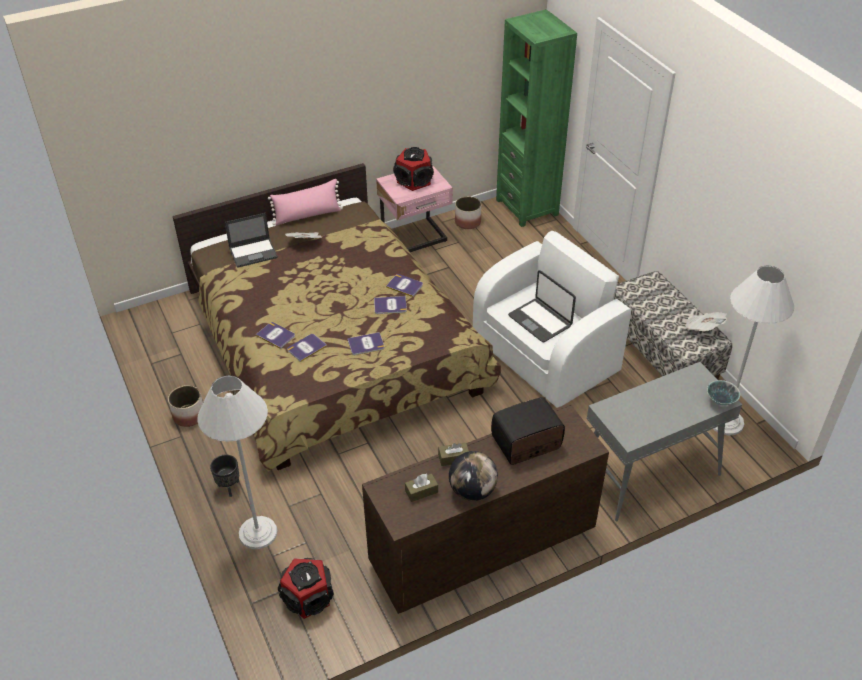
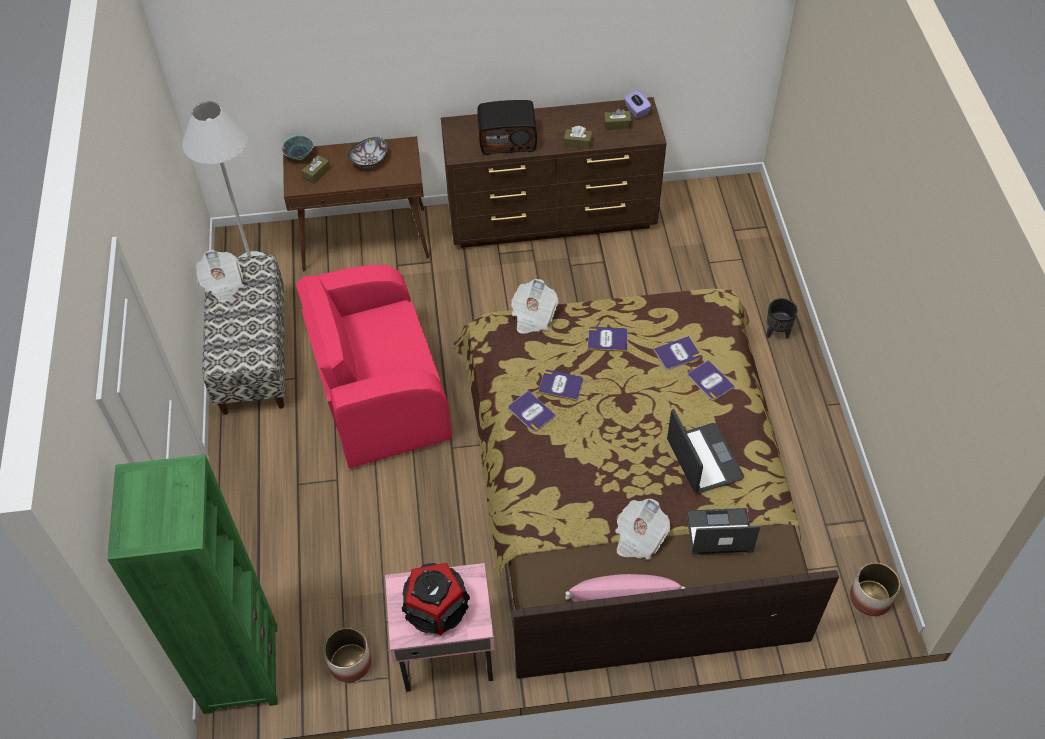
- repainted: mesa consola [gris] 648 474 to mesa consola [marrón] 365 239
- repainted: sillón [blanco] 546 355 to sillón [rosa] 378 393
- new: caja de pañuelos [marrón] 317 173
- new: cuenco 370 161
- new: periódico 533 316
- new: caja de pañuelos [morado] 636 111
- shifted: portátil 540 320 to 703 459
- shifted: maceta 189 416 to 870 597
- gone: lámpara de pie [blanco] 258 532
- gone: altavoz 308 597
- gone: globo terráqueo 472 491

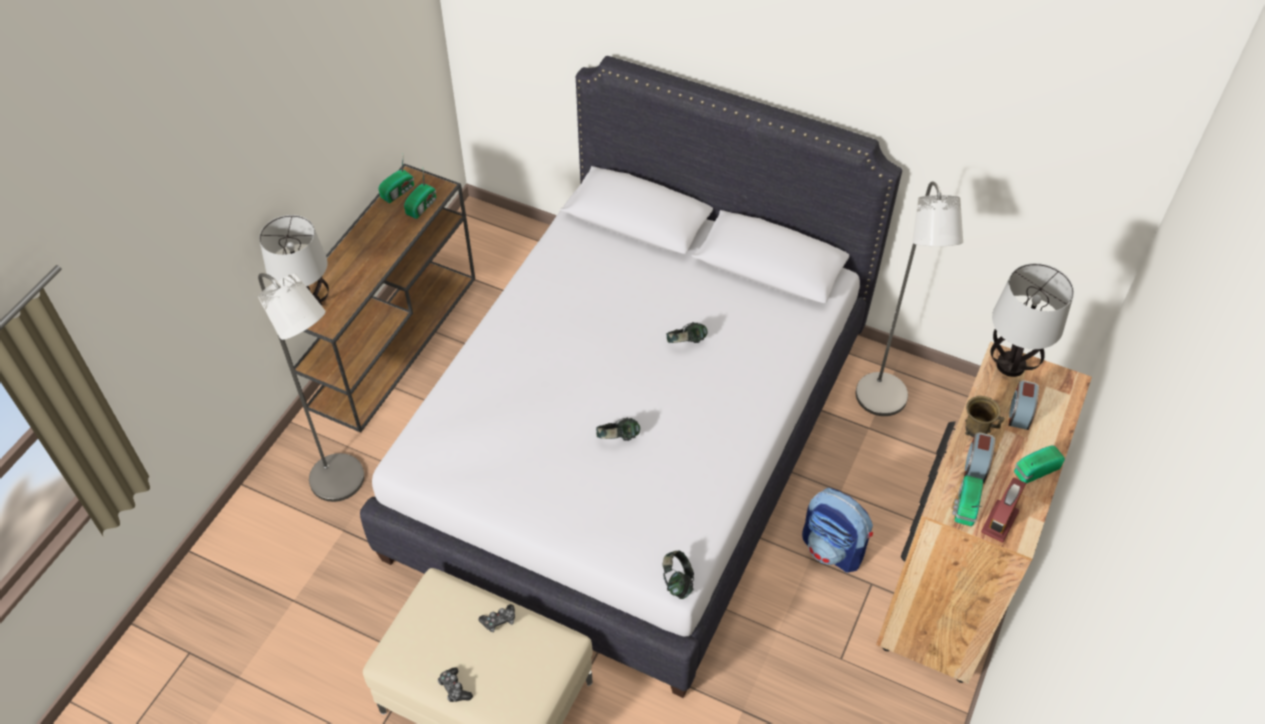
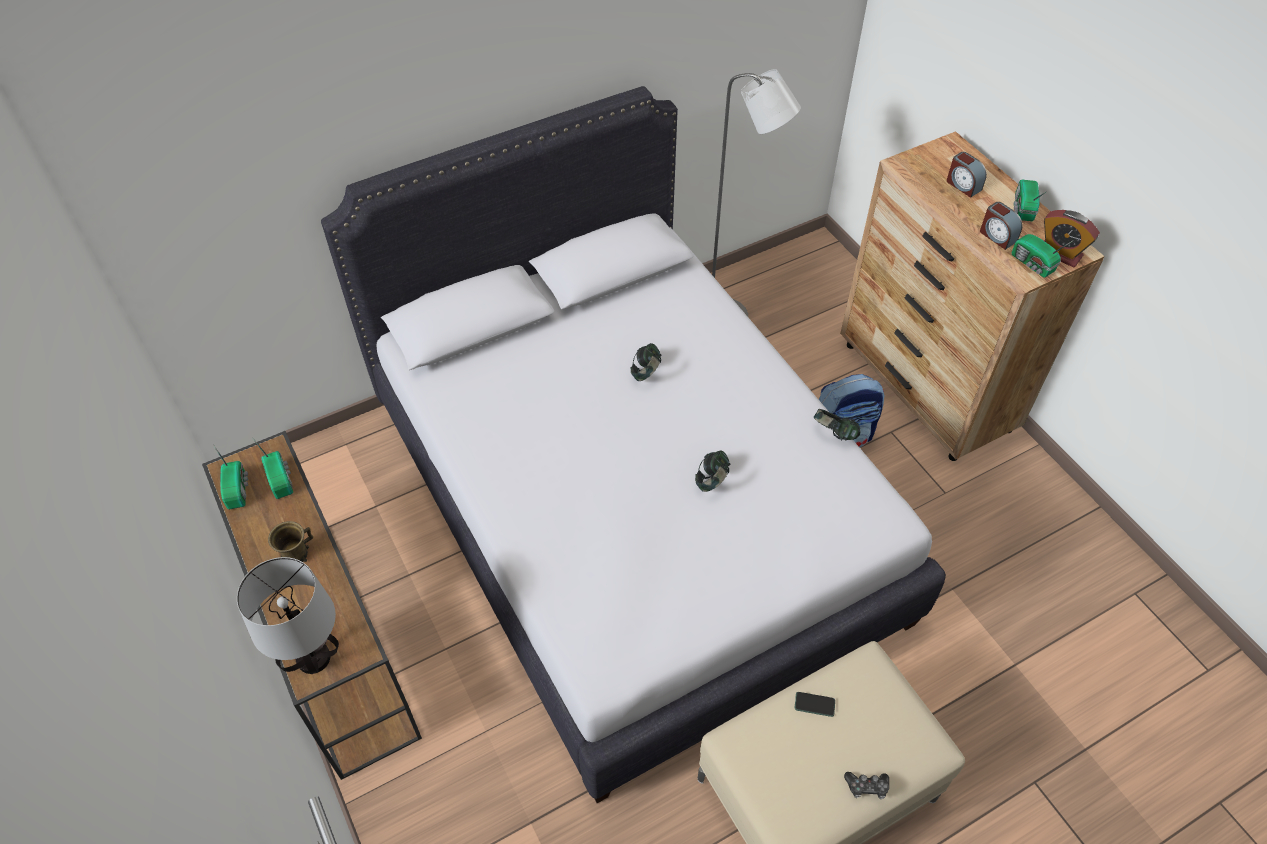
- shifted: taza grande [marrón] 976 428 to 295 554
- swapped: mando de consola 499 621 to móvil 814 704
- shifted: auriculares 677 582 to 834 434
- rotated: despertador 999 522 = 1059 253 150 degrees clockwise
- gone: lámpara de pie [gris] 344 485
- gone: lámpara de mesa 1010 366

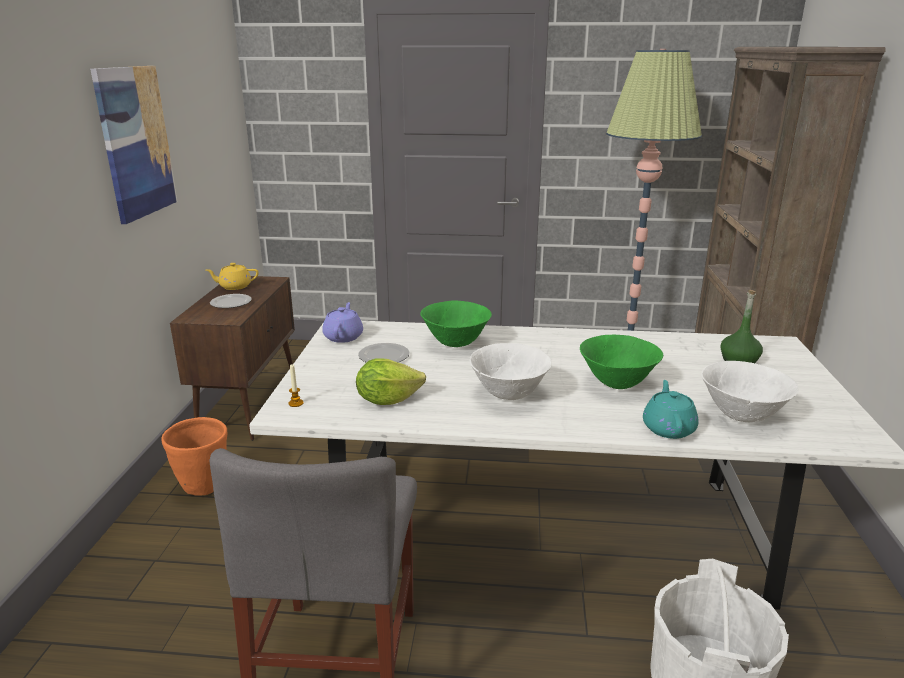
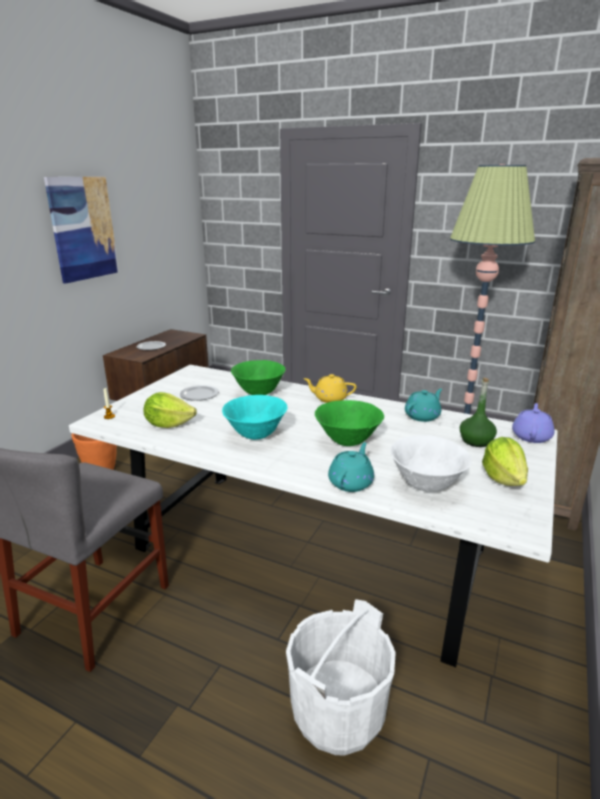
- repainted: cuenco [blanco] 509 395 to cuenco [turquesa] 255 435
- shifted: tetera [amarillo] 234 286 to 329 399
- new: tetera [turquesa] 422 416
- new: lechuga 503 478
- shifted: tetera [morado] 343 336 to 531 436

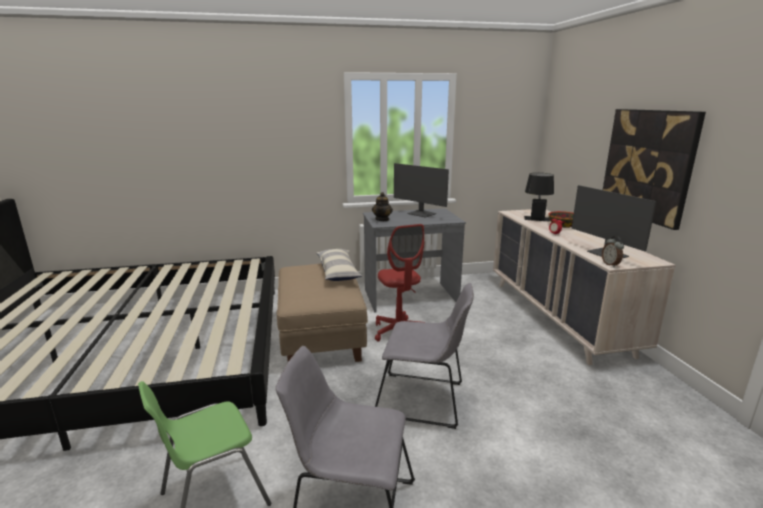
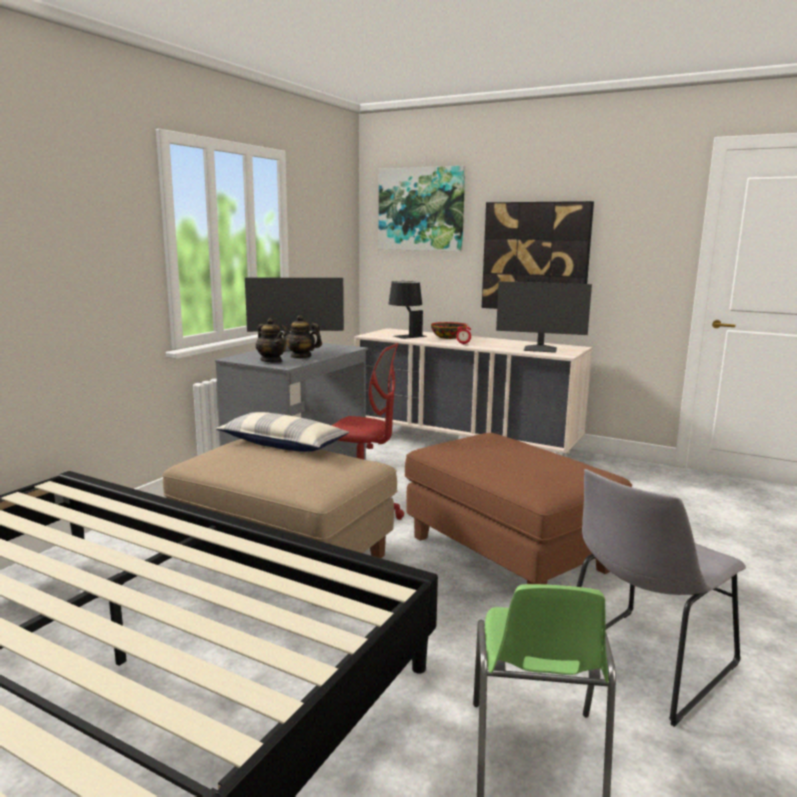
- new: tetera 301 356
- new: cuadro 421 209
- swapped: silla [gris] 424 400 to puf [marrón] 509 553
- gone: despertador 610 264

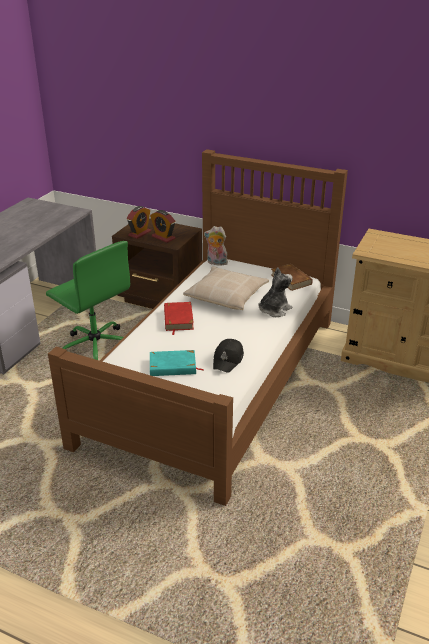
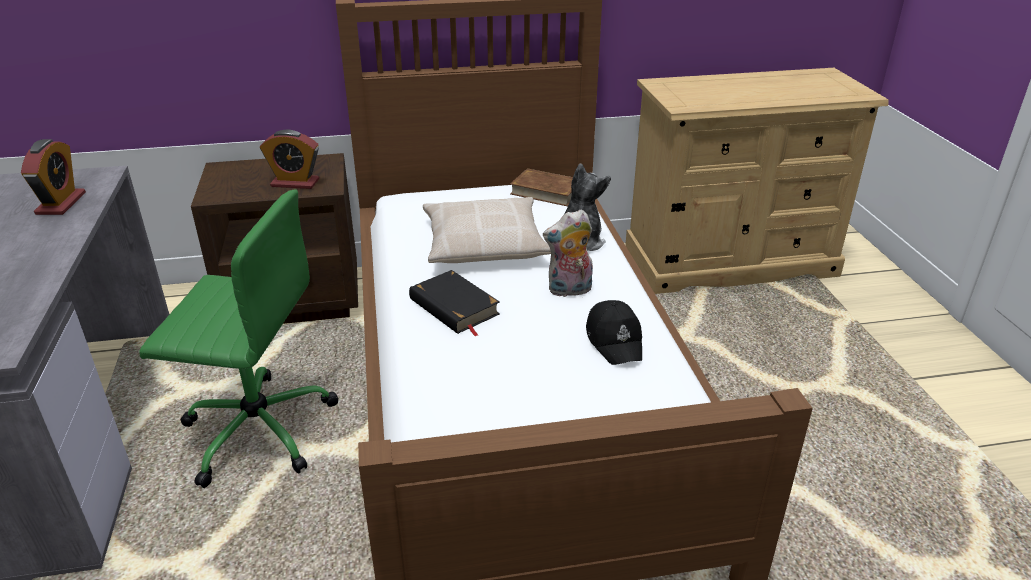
- shifted: despertador 139 233 to 61 203
- repainted: libro [rojo] 178 319 to libro [negro] 454 307
- shifted: peluche 216 263 to 569 291
- gone: libro [turquesa] 173 366

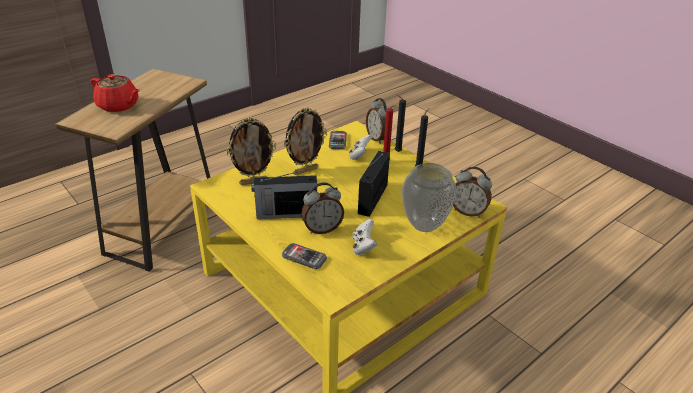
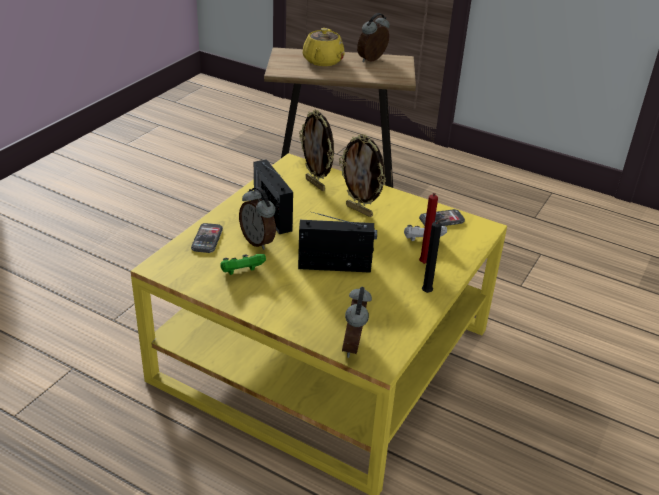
- repainted: mando de consola [blanco] 363 246 to mando de consola [verde] 242 273
- repainted: tetera [rojo] 119 106 to tetera [amarillo] 322 61
- shifted: despertador 377 138 to 372 60
- gone: vela [negro] 396 151
- gone: florero 424 225

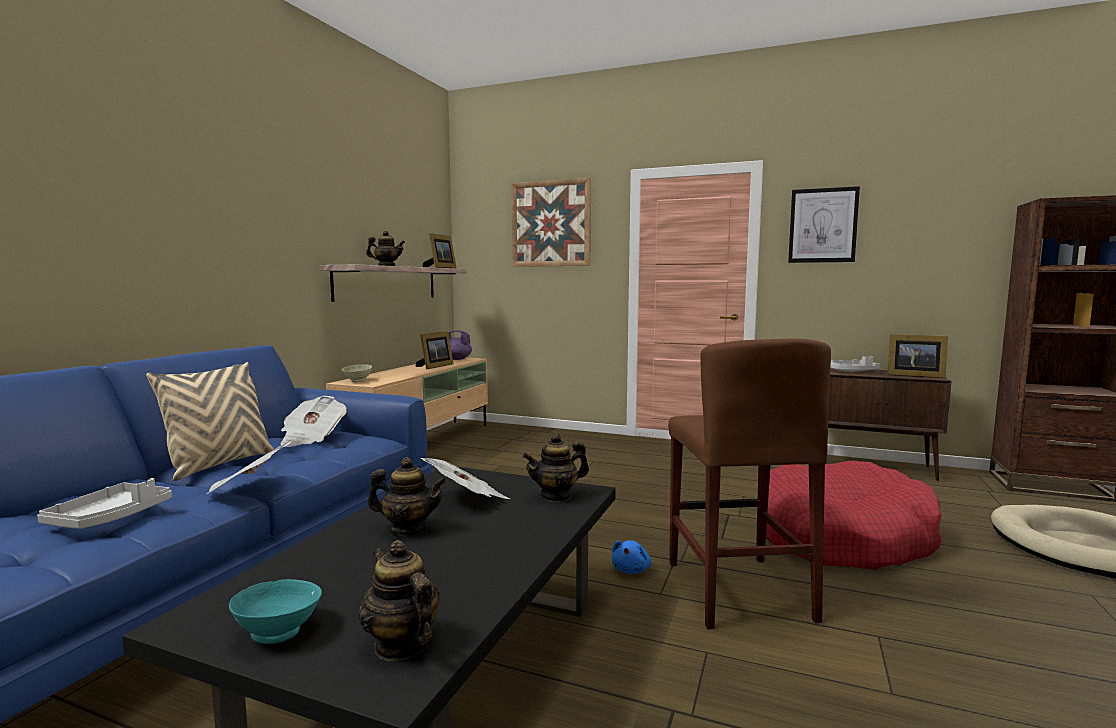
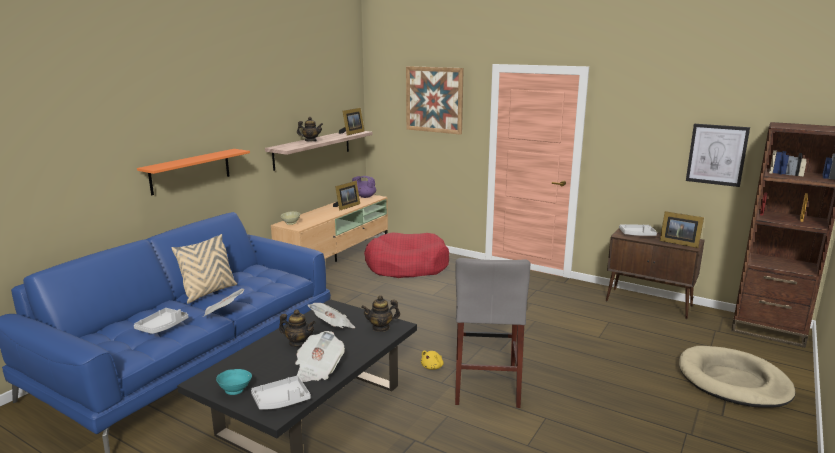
- new: estante [naranja] 190 171
- swapped: tetera 401 644 to bandeja [gris] 281 400
- shifted: periódico 311 438 to 318 369
- shifted: cama para perro [rojo] 841 536 to 406 266
- repainted: peluche [azul] 631 570 to peluche [amarillo] 432 367
- repainted: taburete [marrón] 737 590 to taburete [gris] 486 385
- shifted: cuadro 823 225 to 716 154

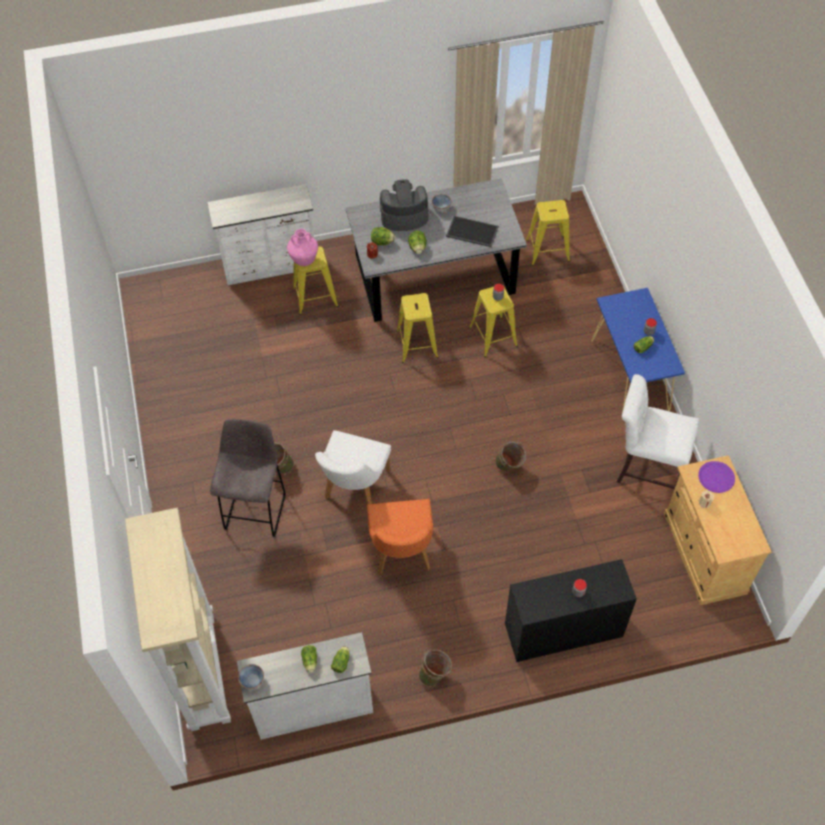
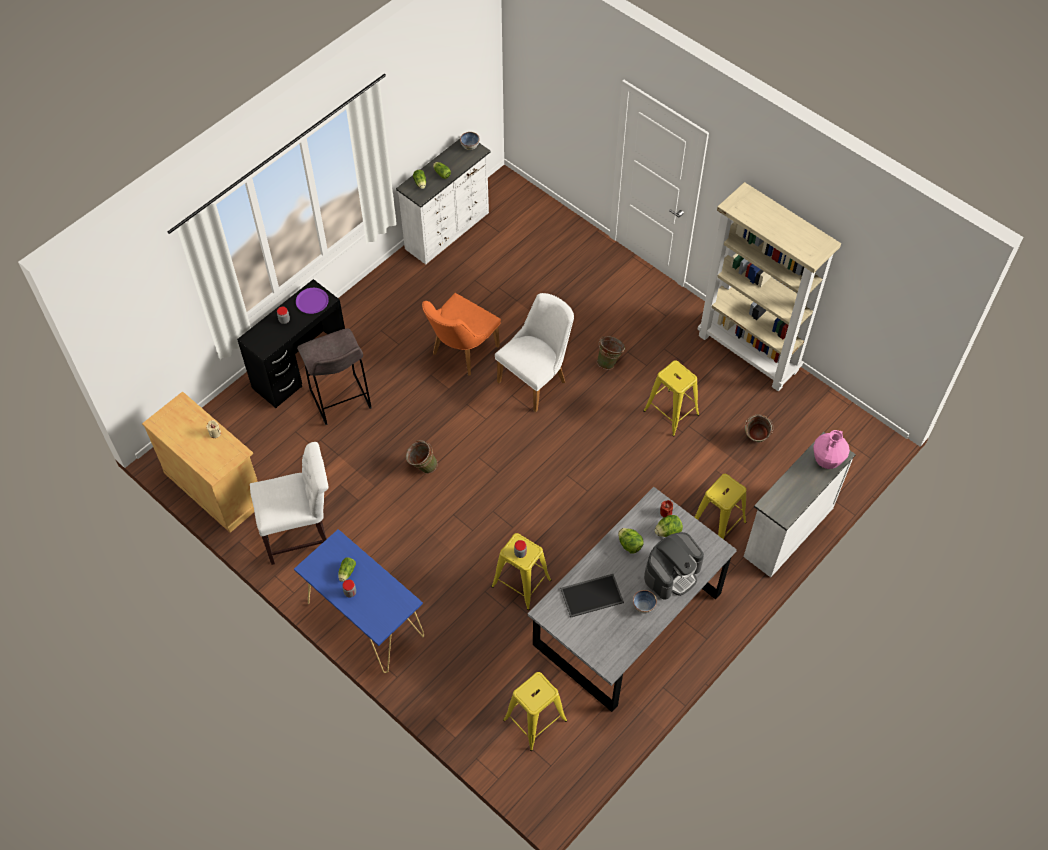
- shifted: plato [morado] 716 477 to 312 301
- shifted: taburete [gris] 256 510 to 341 401
- rotated: silla [naranja] 402 555 = 460 353 105 degrees counterclockwise
- rotated: silla [blanco] 353 489 = 537 379 60 degrees clockwise
- shifted: taburete [amarillo] 417 344 to 671 413
- shifted: estantería [beis] 201 670 to 749 353
- shifted: cubo [verde] 435 675 to 755 440
- shifted: florero [rosa] 304 260 to 826 461

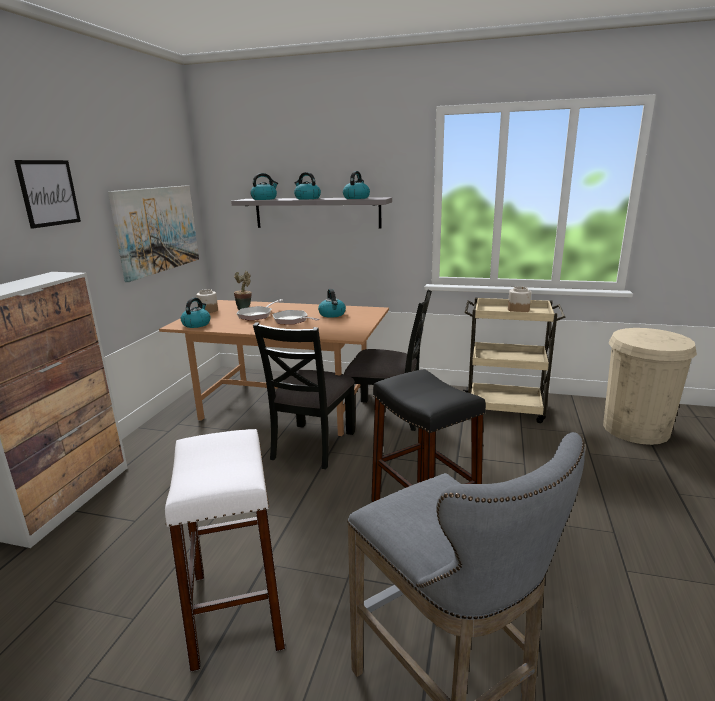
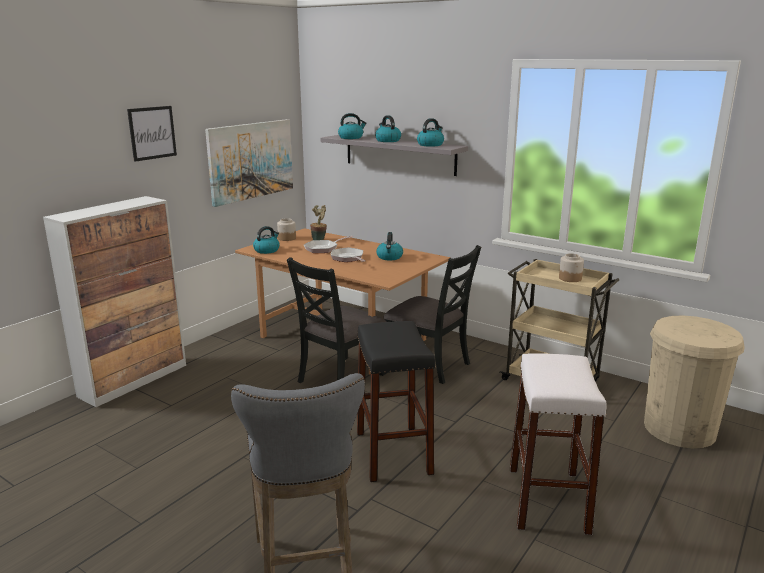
- shifted: taburete [blanco] 236 610 to 547 500

